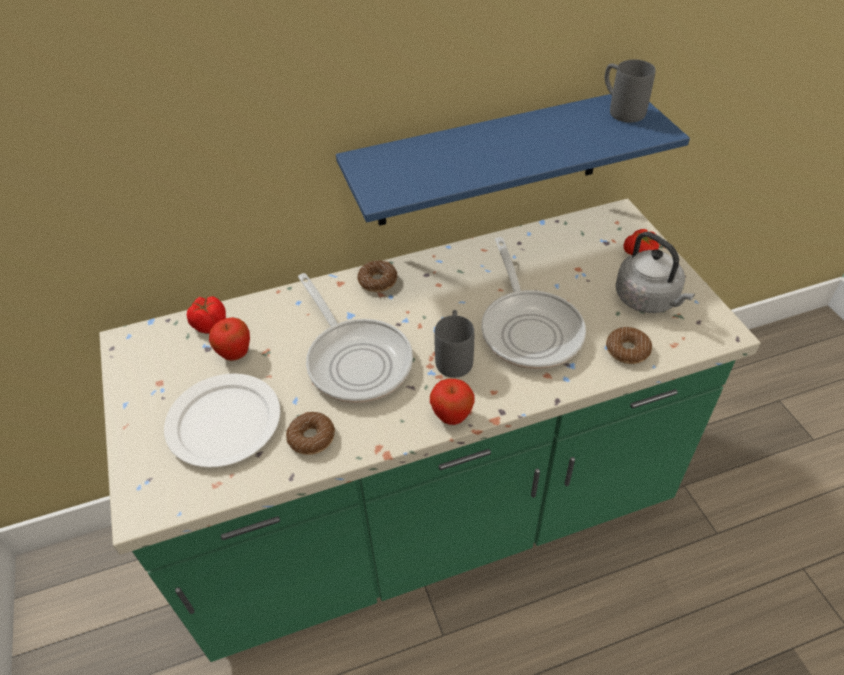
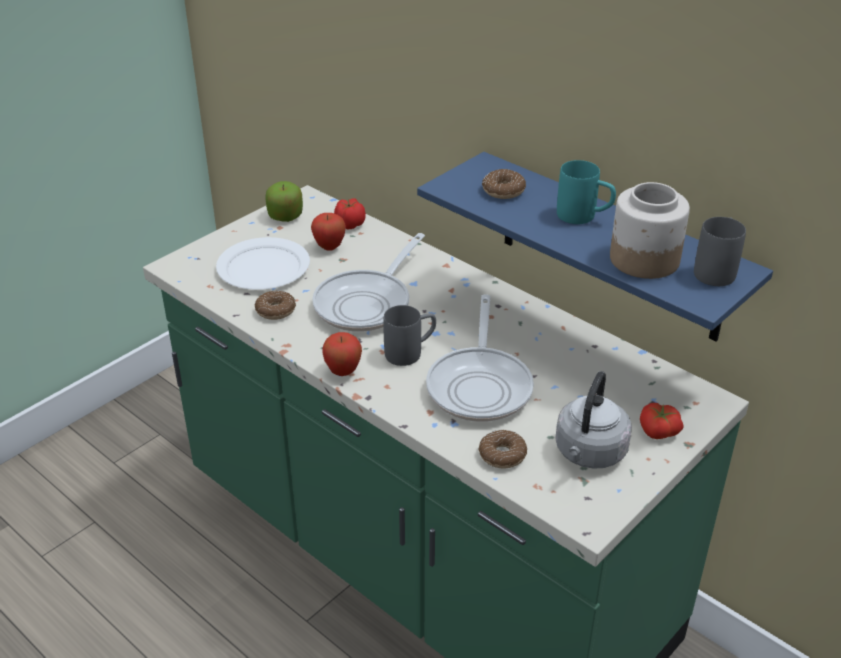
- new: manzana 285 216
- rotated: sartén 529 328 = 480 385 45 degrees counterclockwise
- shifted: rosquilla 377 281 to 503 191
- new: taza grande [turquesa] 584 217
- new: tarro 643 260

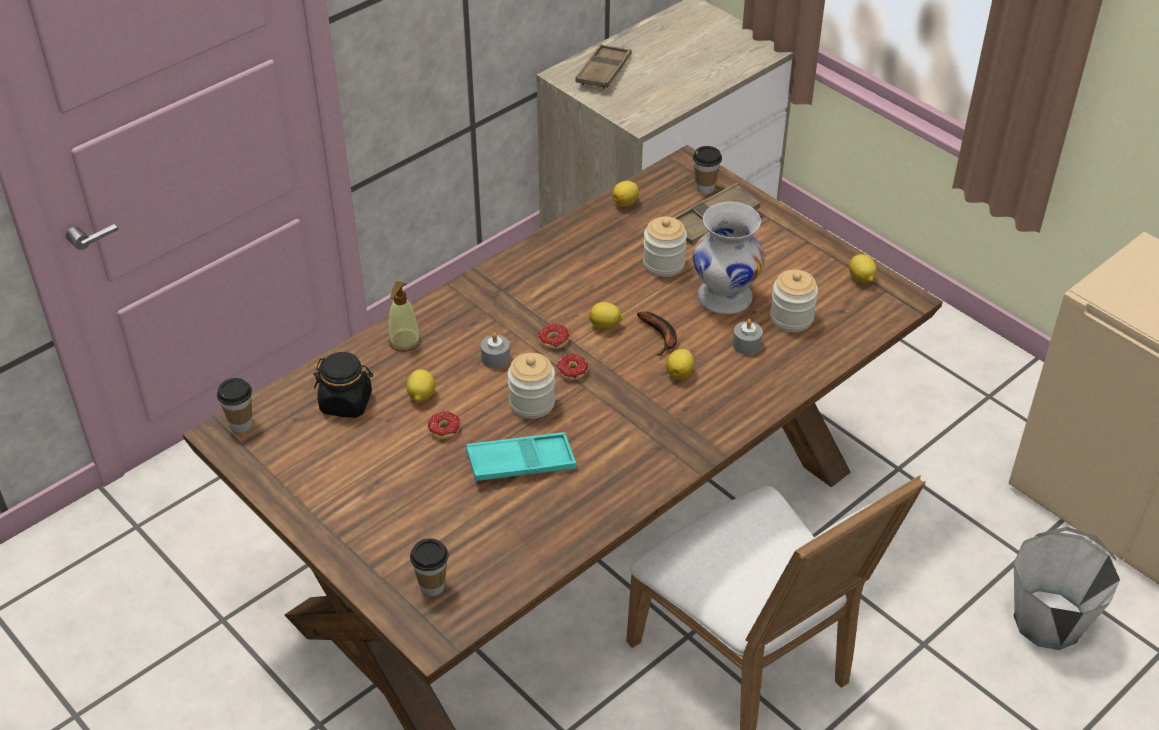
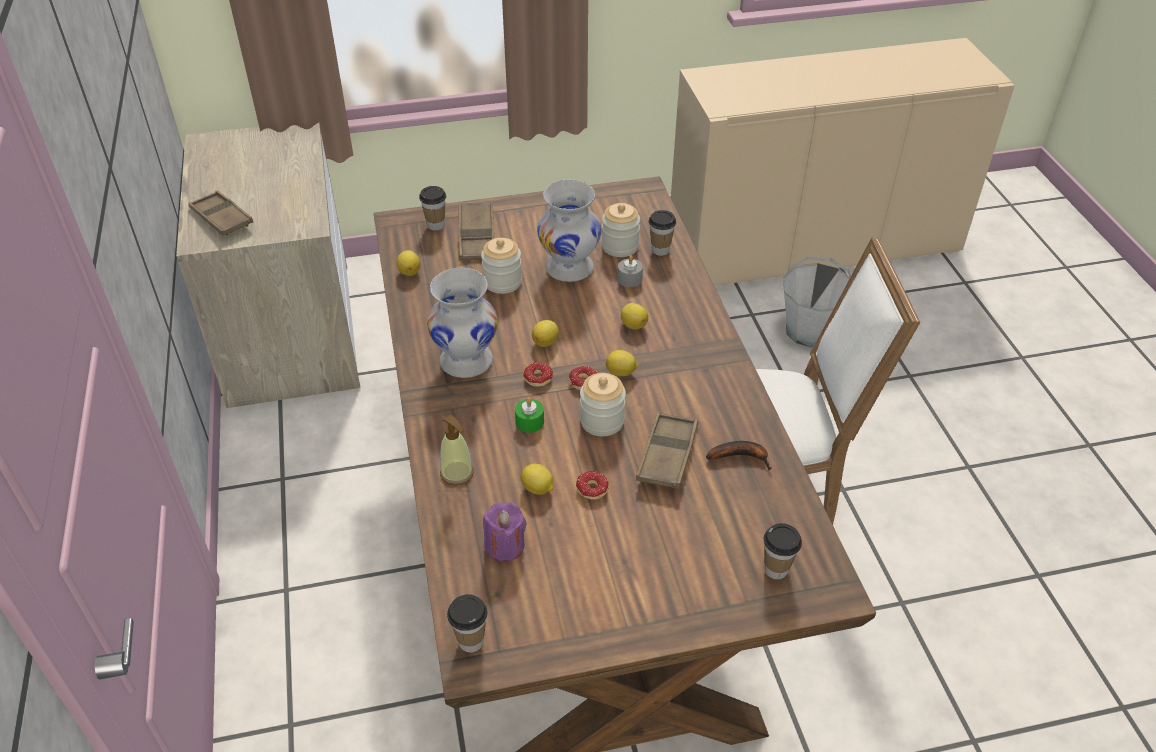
- new: florero [blanco] 465 360
- swapped: tarro [negro] 346 403 to vela [morado] 505 546
- repainted: vela [gris] 495 358 to vela [verde] 529 422
- shifted: limón 861 279 to 621 373
- repainted: bandeja [turquesa] 521 462 to bandeja [marrón] 667 455
- new: taza 660 250
- shifted: plátano 661 336 to 741 456

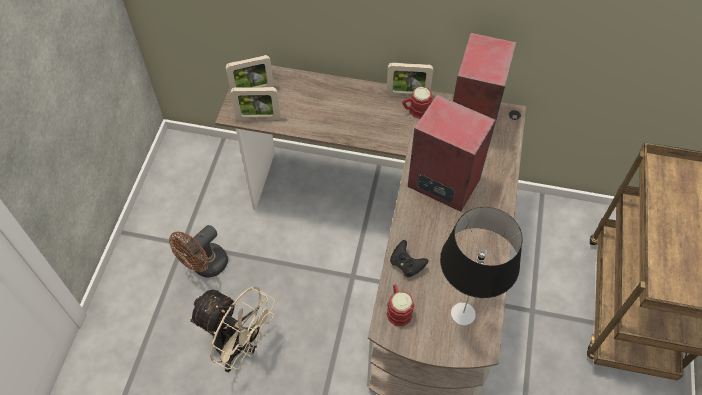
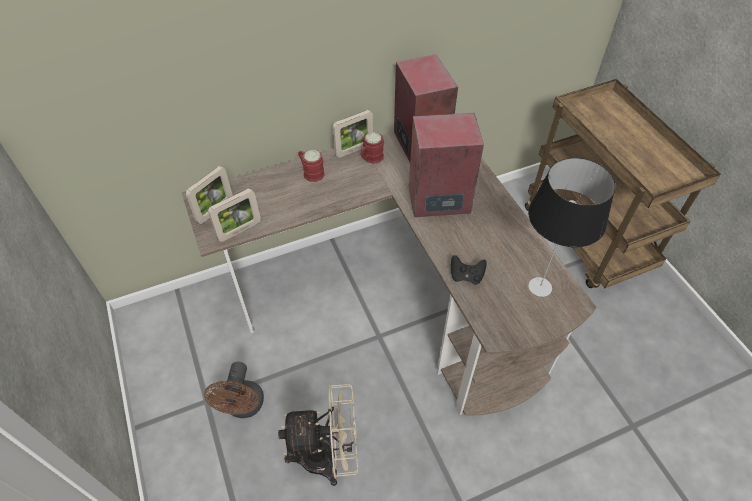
- shifted: taza grande [rojo] 398 309 to 311 172

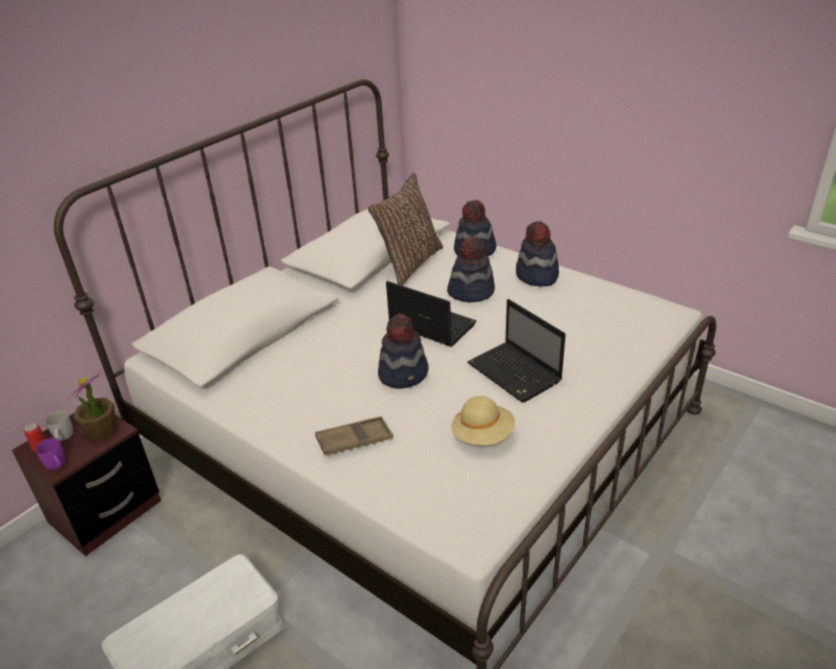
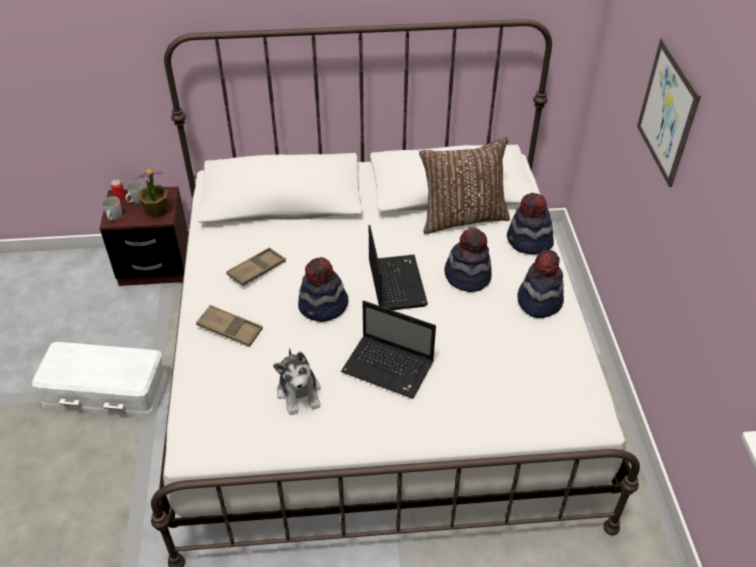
- repainted: taza grande [morado] 57 465 to taza grande [blanco] 114 217
- new: bandeja [marrón] 257 270
- swapped: sombrero [beis] 483 435 to peluche 299 392
- rotated: portátil 516 373 = 389 368 75 degrees counterclockwise
- new: cuadro 667 112

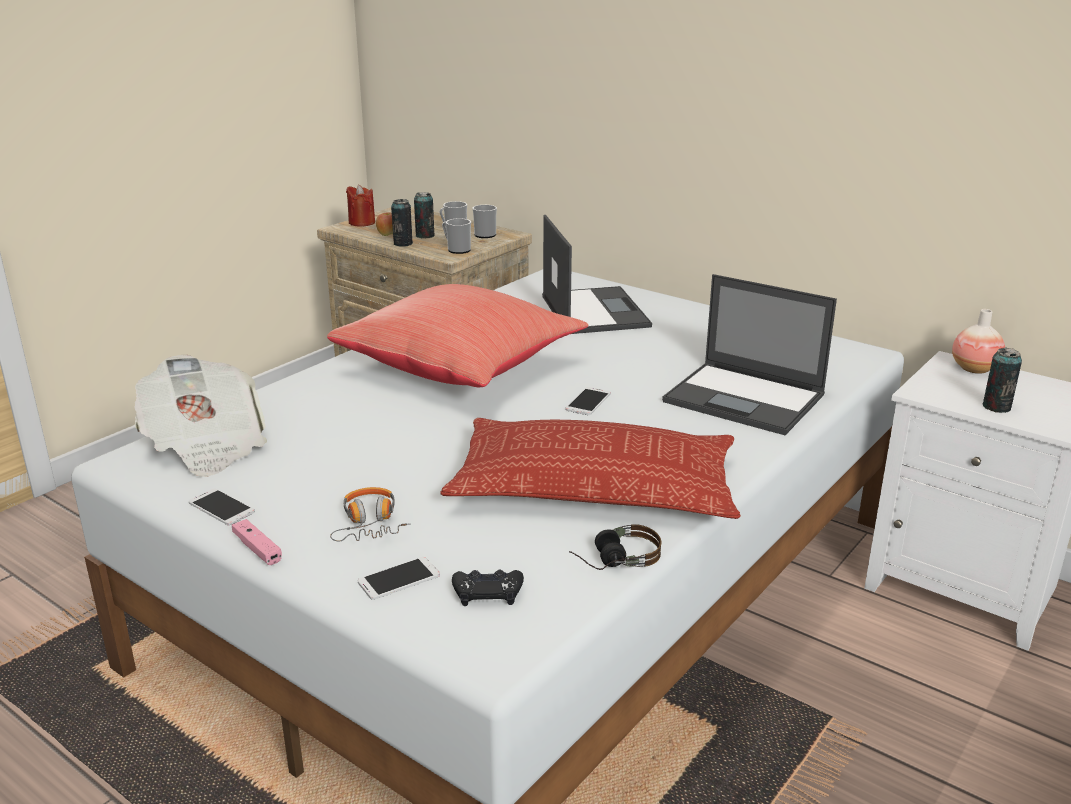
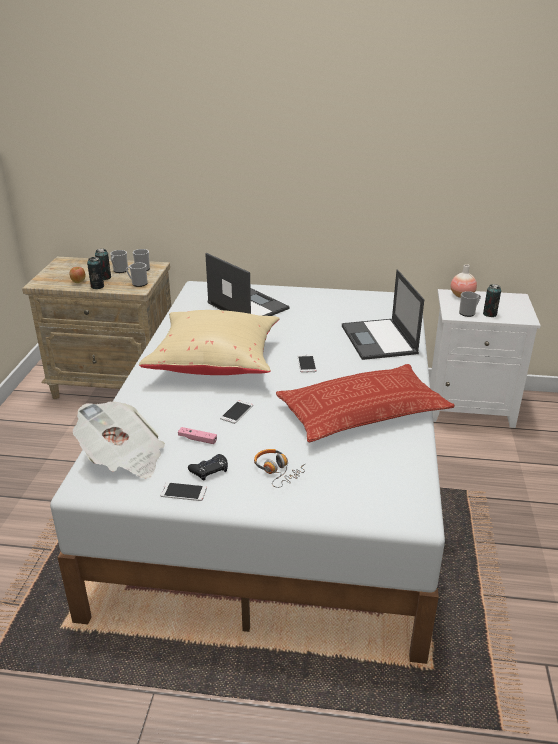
- repainted: cojín [rojo] 462 368 to cojín [beis] 215 362
- shifted: mando de consola [rosa] 257 549 to 197 439
- shifted: mando de consola [negro] 487 592 to 209 469
- shifted: móvil 399 579 to 237 412
- rotated: portátil 746 399 = 379 340 75 degrees clockwise
- new: taza grande 468 313
- gone: vela [rojo] 362 222
- gone: auriculares 612 560

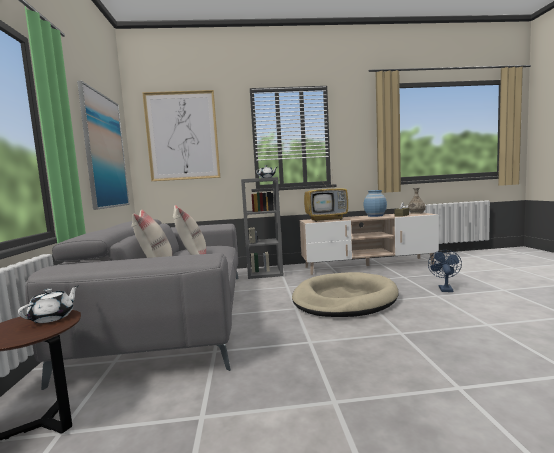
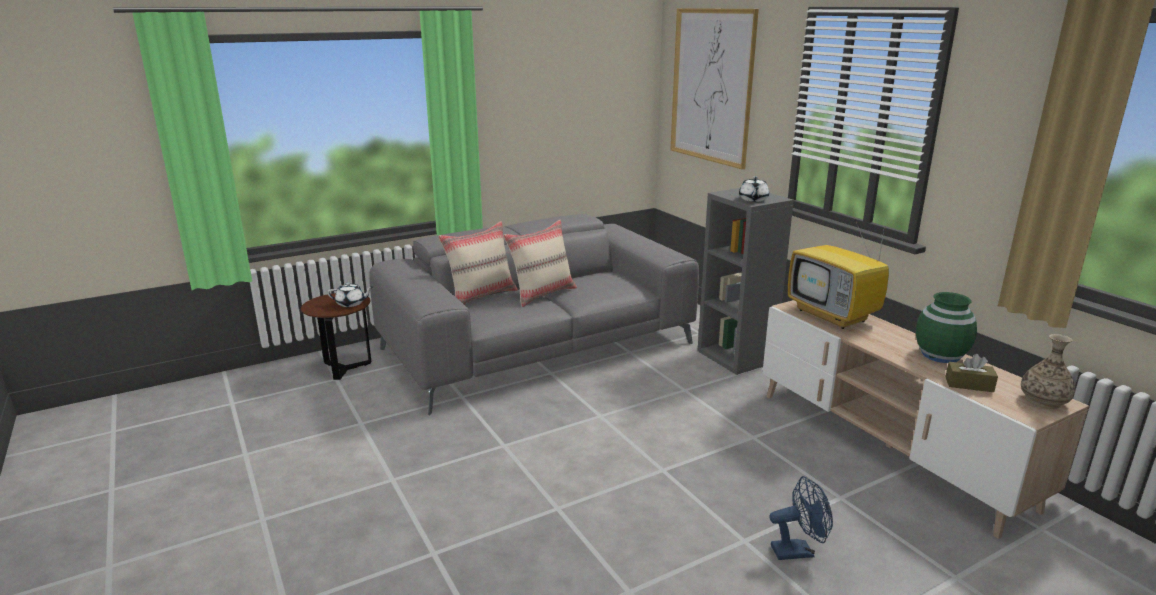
- repainted: florero [azul] 375 216 to florero [verde] 940 355
- gone: cuadro 105 151
- gone: cama para perro [beis] 344 299

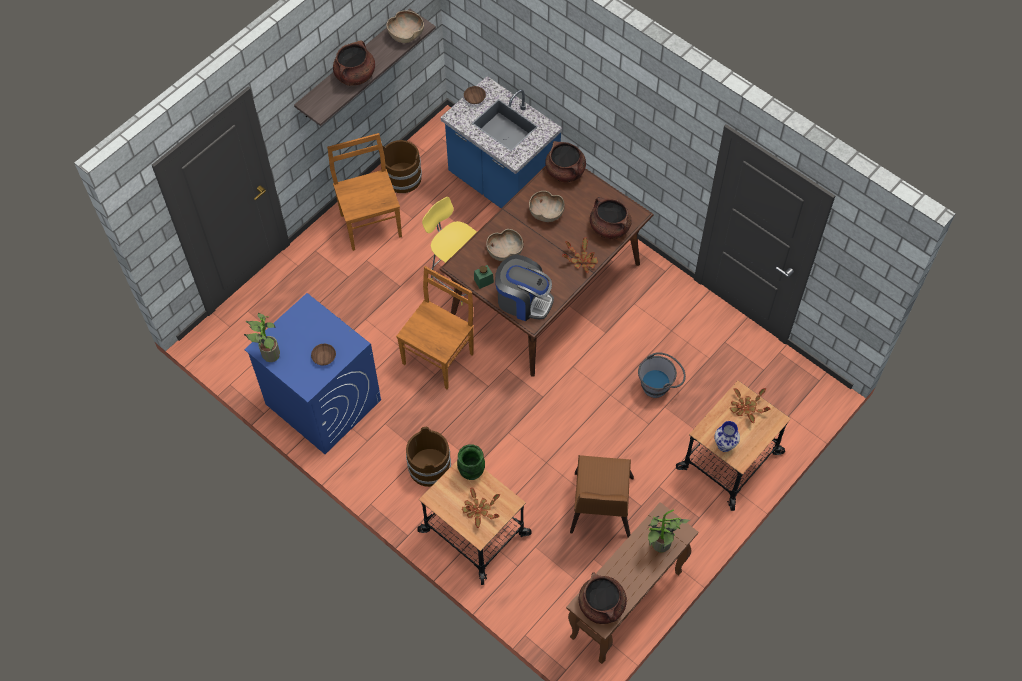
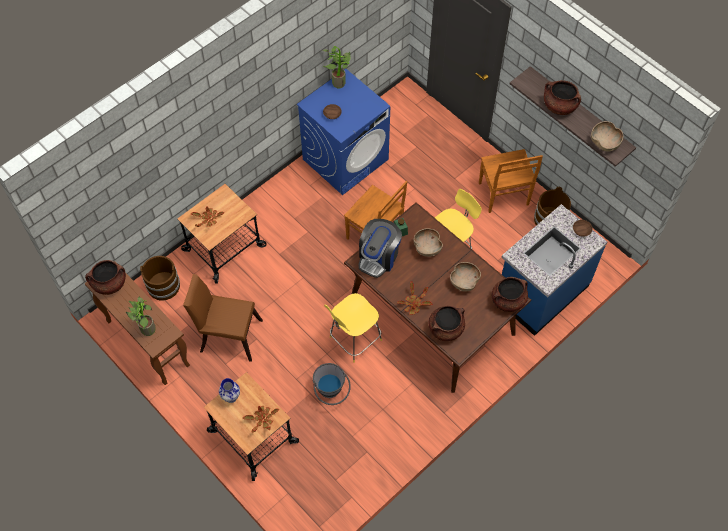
- shifted: cubo [marrón] 429 467 to 163 285
- new: taburete [amarillo] 354 340
- rotated: silla [marrón] 370 224 = 503 195 90 degrees clockwise
- gone: florero [verde] 471 472

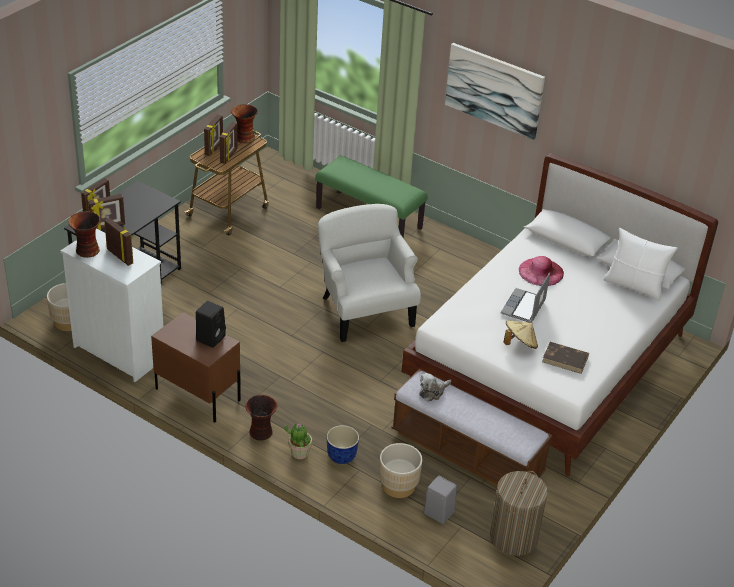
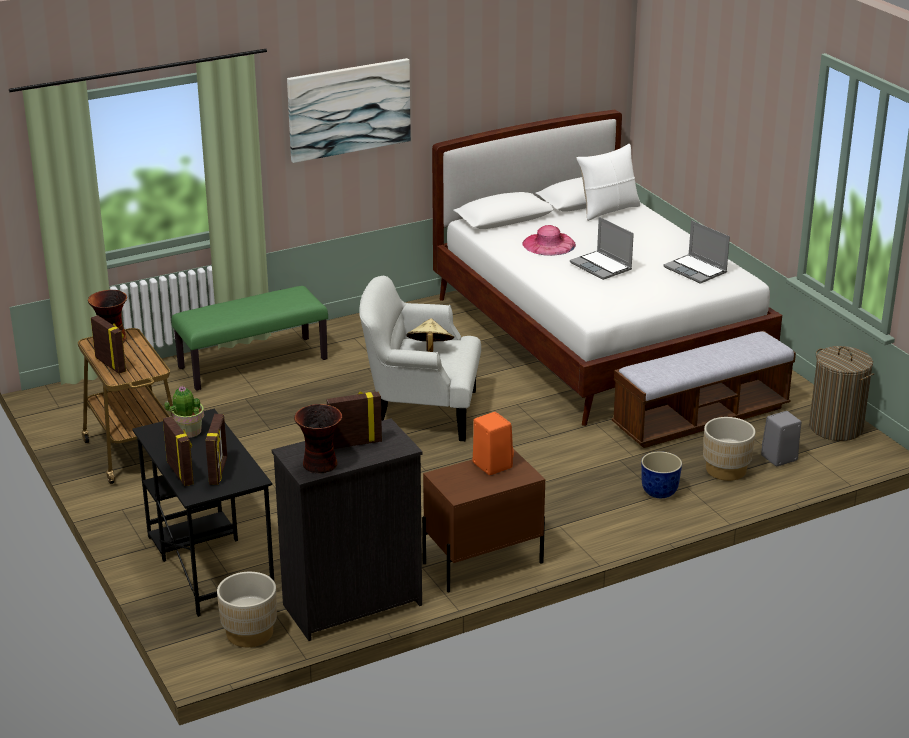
- shifted: planta en maceta 299 452 to 189 431
- repainted: cómoda [blanco] 119 352 to cómoda [negro] 350 605
- shifted: sombrero [beis] 519 344 to 429 349
- repainted: altavoz [negro] 211 338 to altavoz [naranja] 491 464
- swapped: libro [marrón] 565 359 to portátil 696 270
- gone: portarretratos 229 156
- gone: florero 261 432
- gone: peluche 433 392

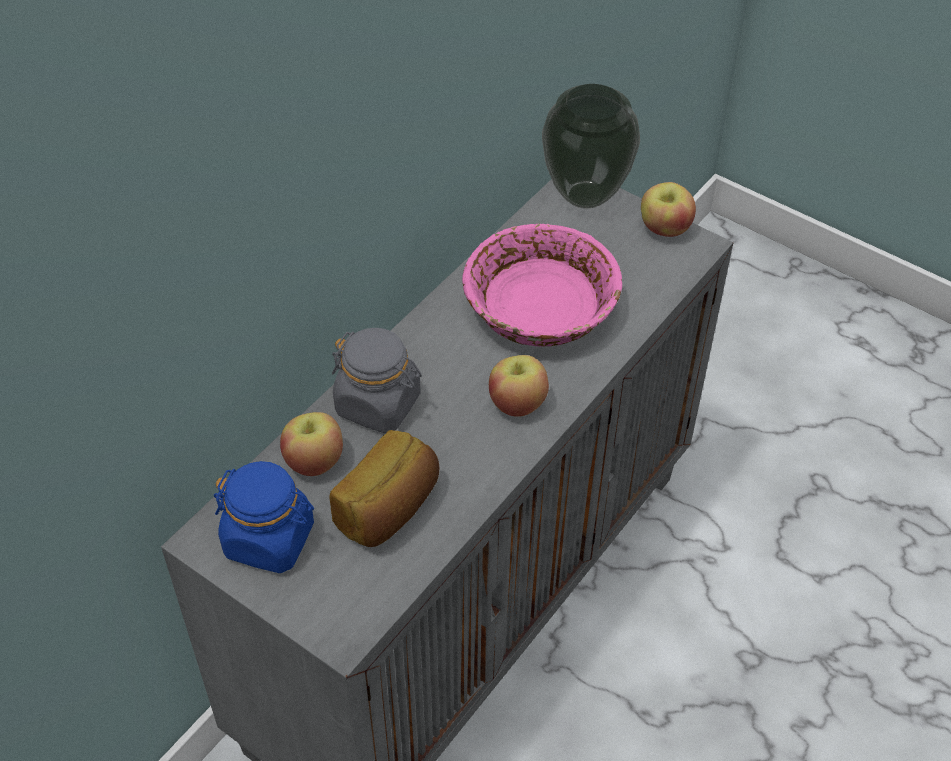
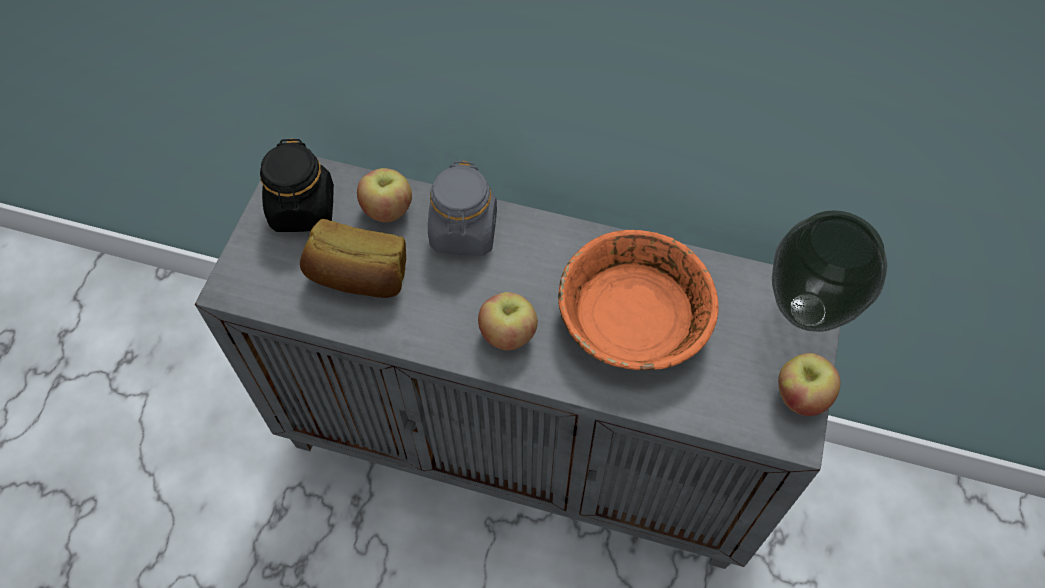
- repainted: tarro [azul] 270 539 to tarro [negro] 303 209
- repainted: cuenco [rosa] 540 308 to cuenco [naranja] 632 317

